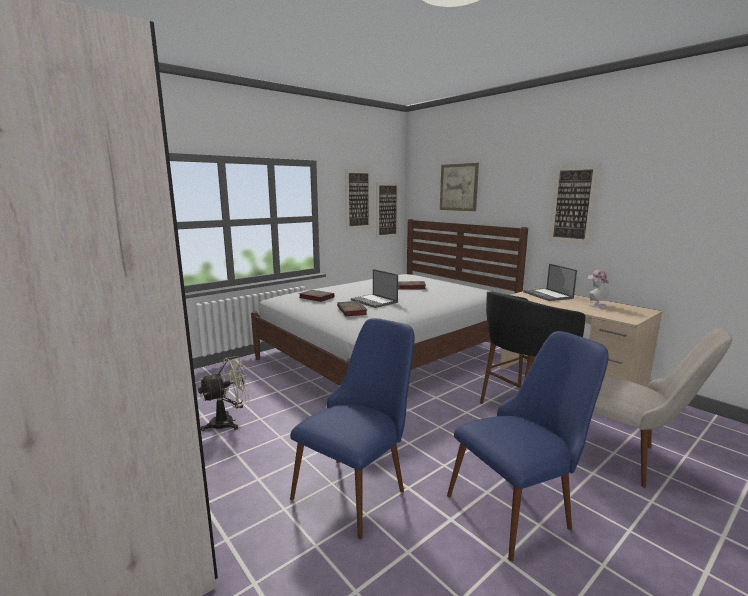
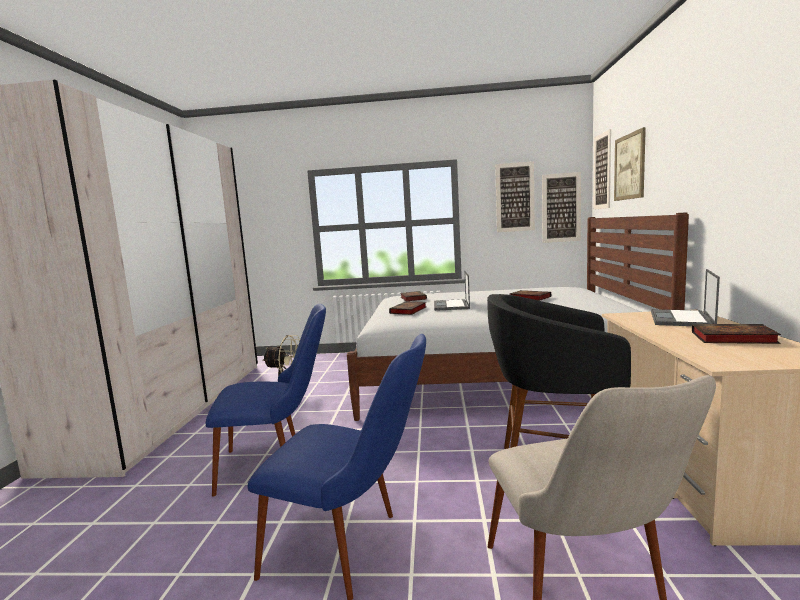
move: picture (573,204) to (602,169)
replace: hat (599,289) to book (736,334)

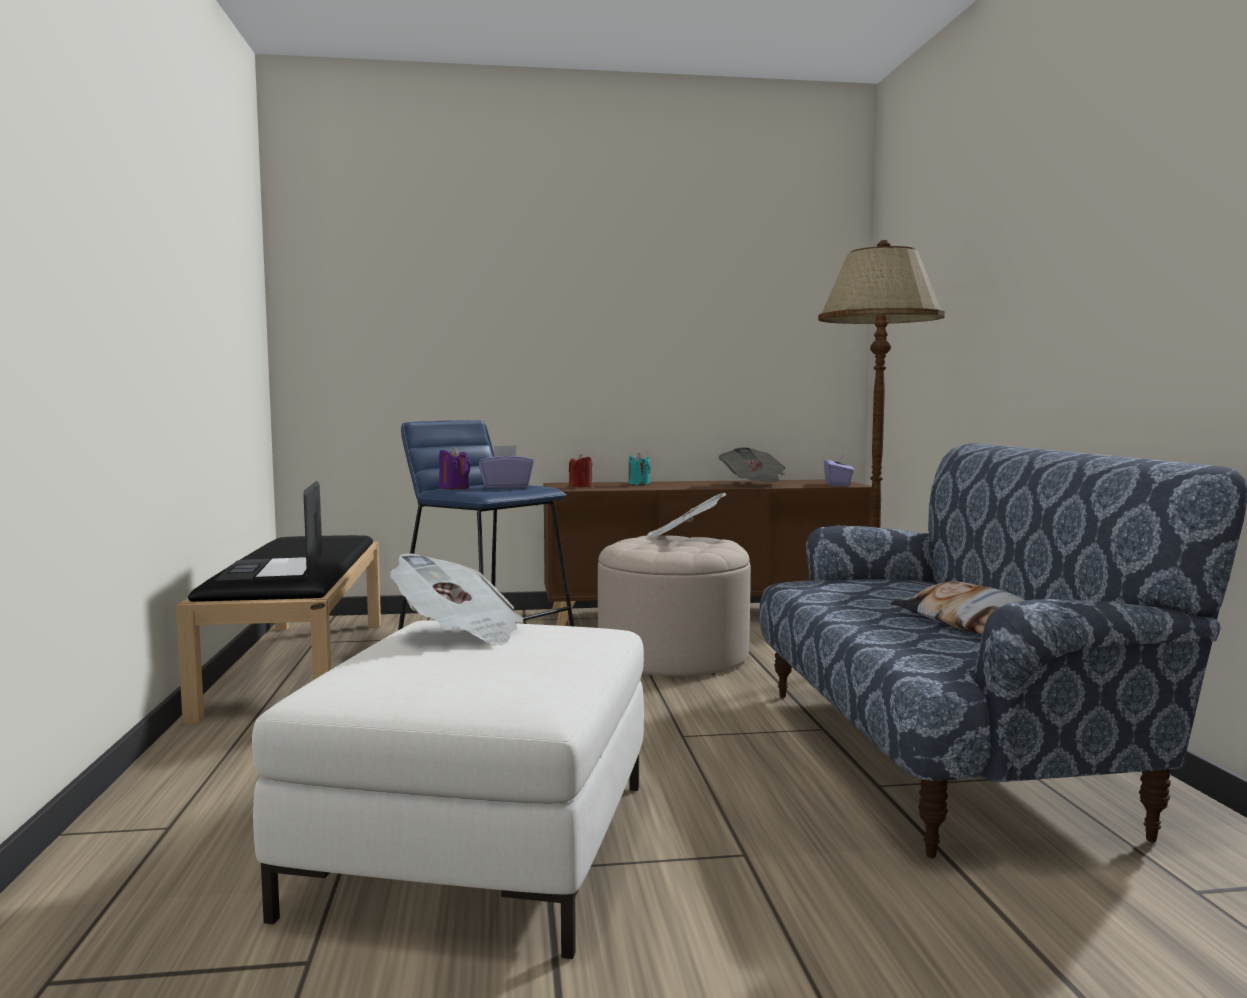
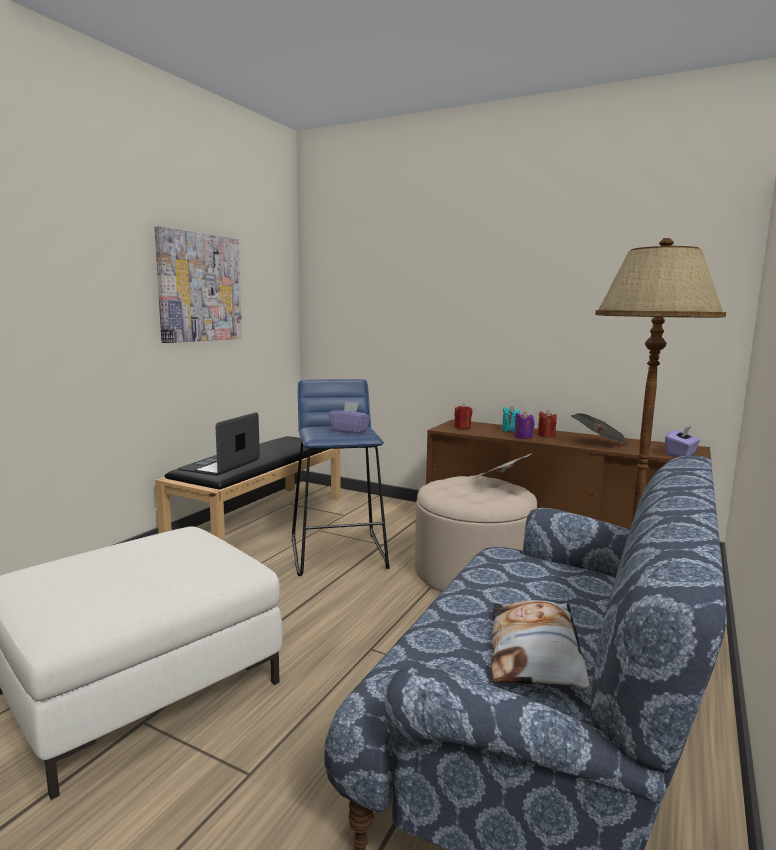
delete: newspaper (457,599)
insert: picture (198,284); red candle (547,424)
move: purple candle (455,468) to (524,425)

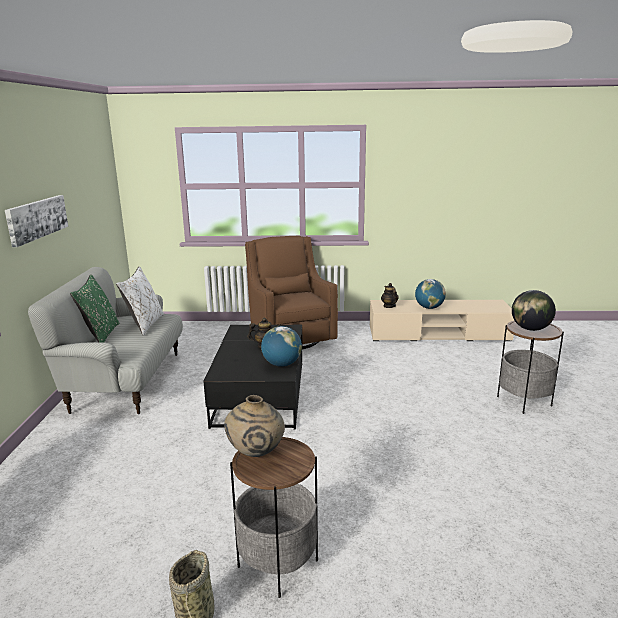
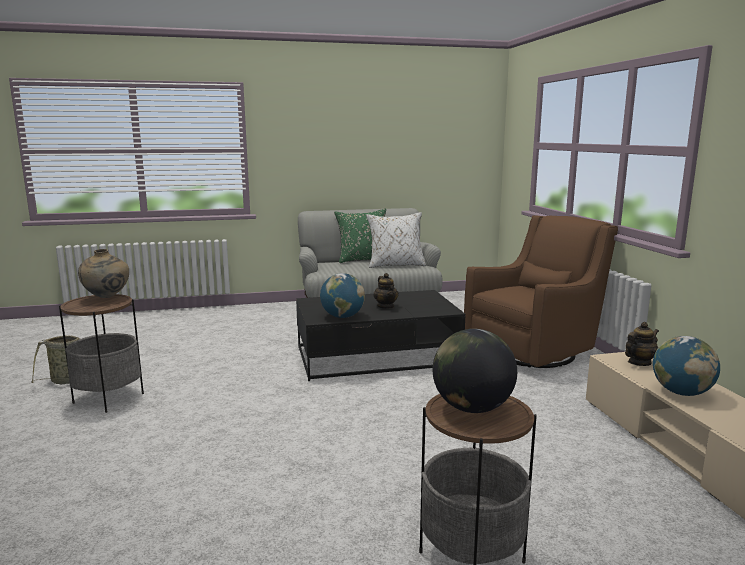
delete: picture (36,221)

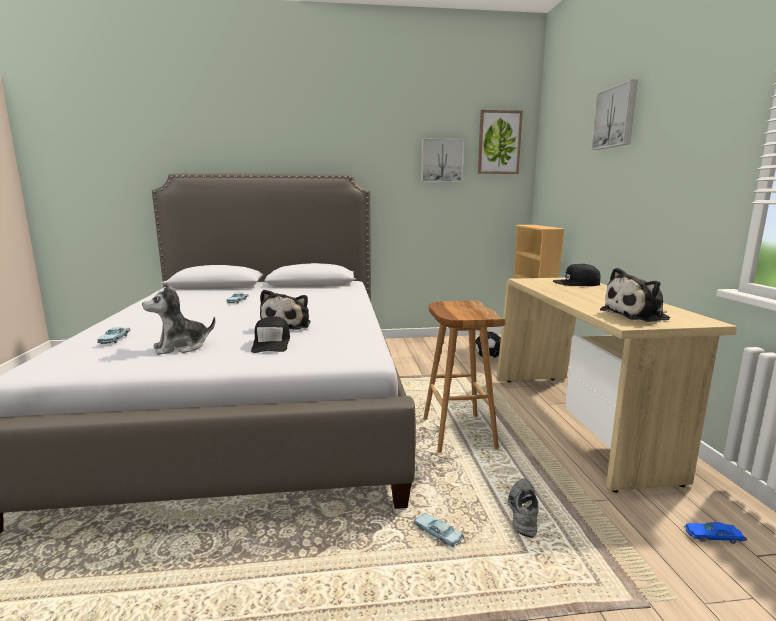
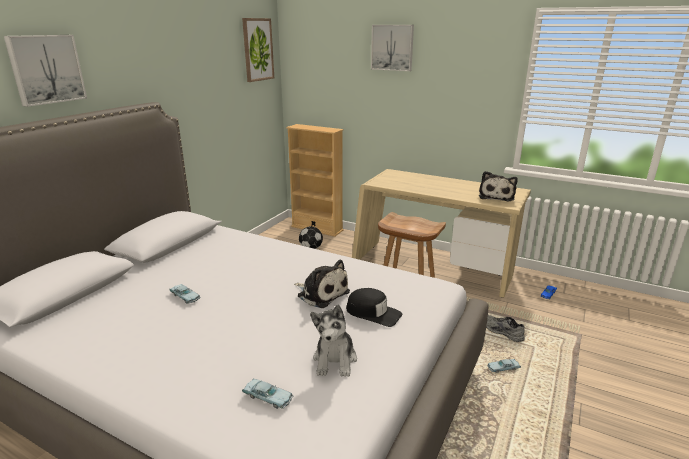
delete: black cap (577,275)
move: picture (442,160) to (45,71)

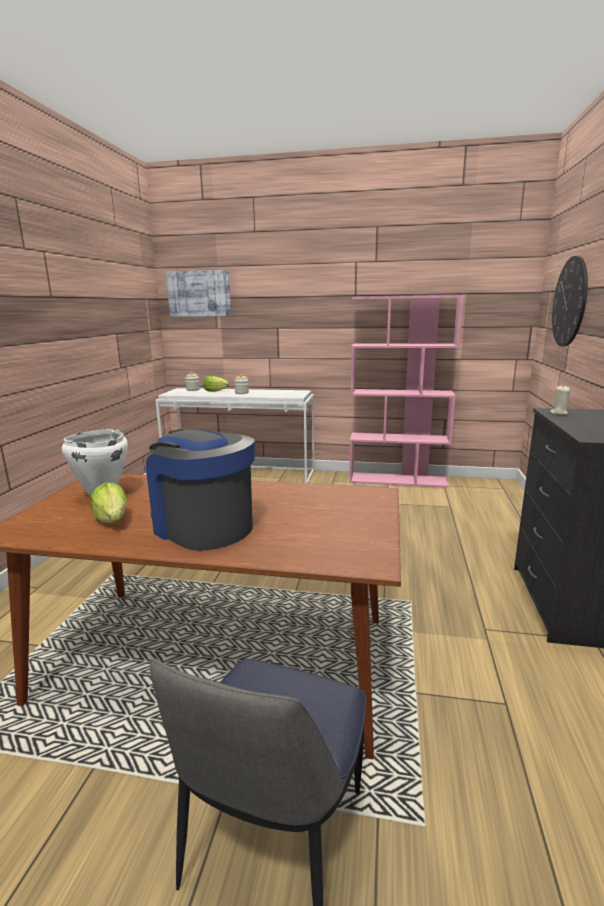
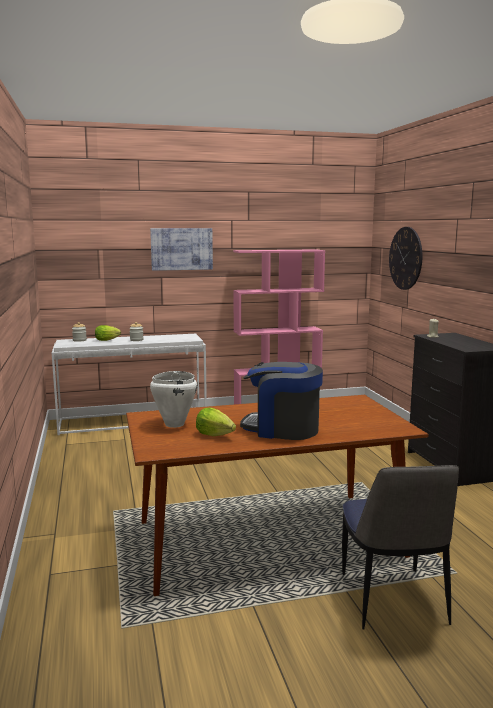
move: picture (198,293) to (181,249)

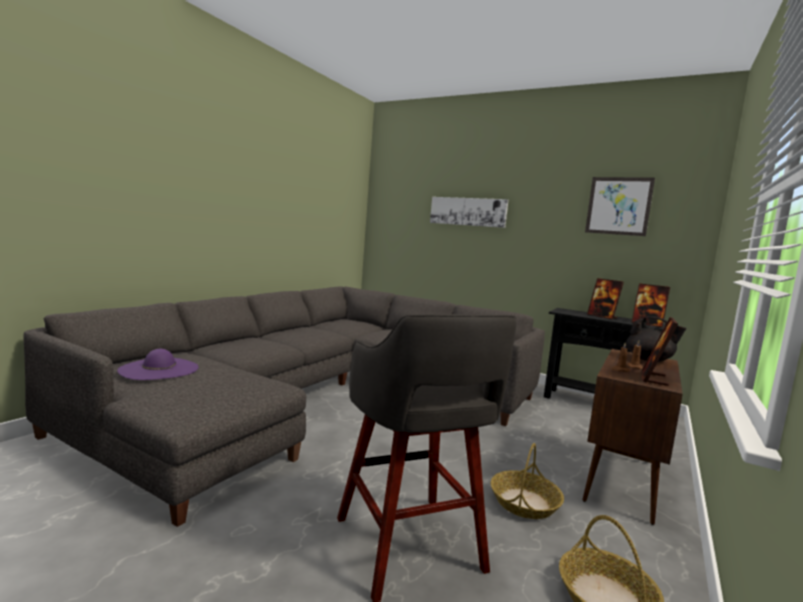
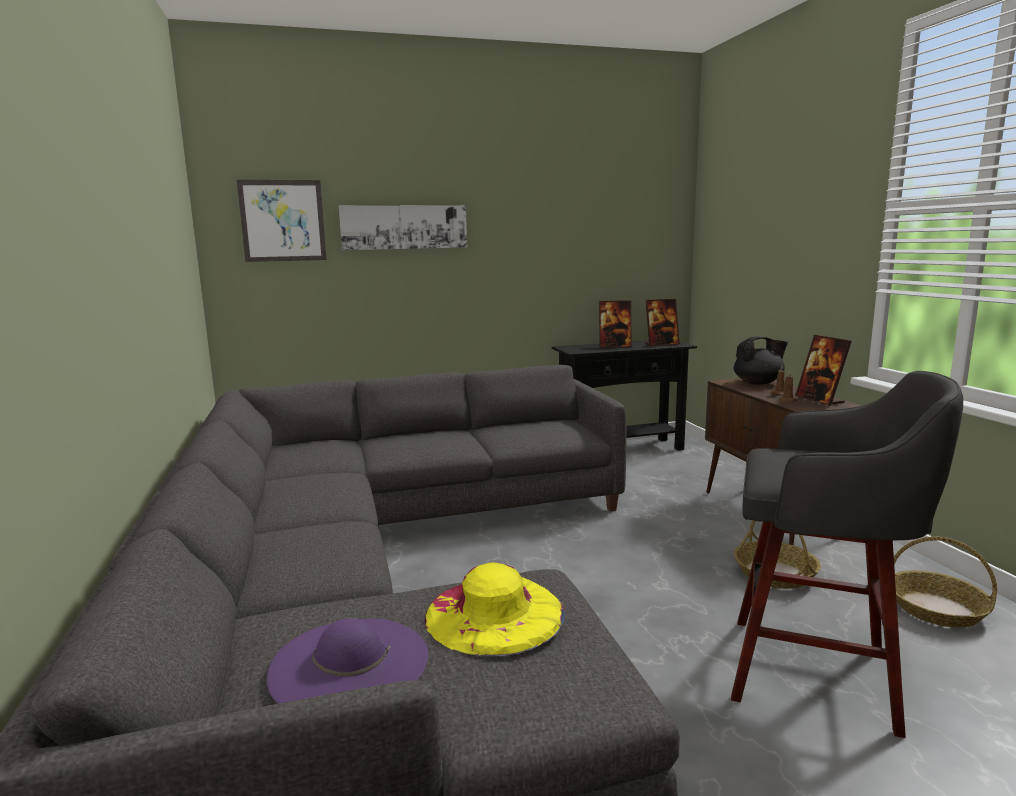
insert: yellow hat (494,609)
move: picture (620,206) to (282,221)

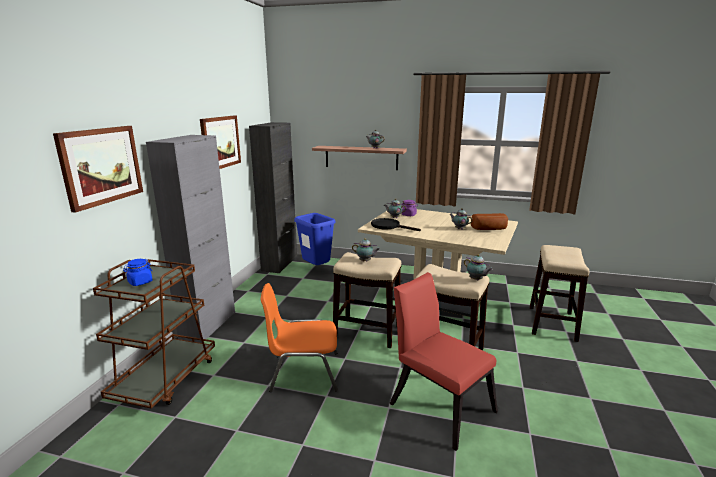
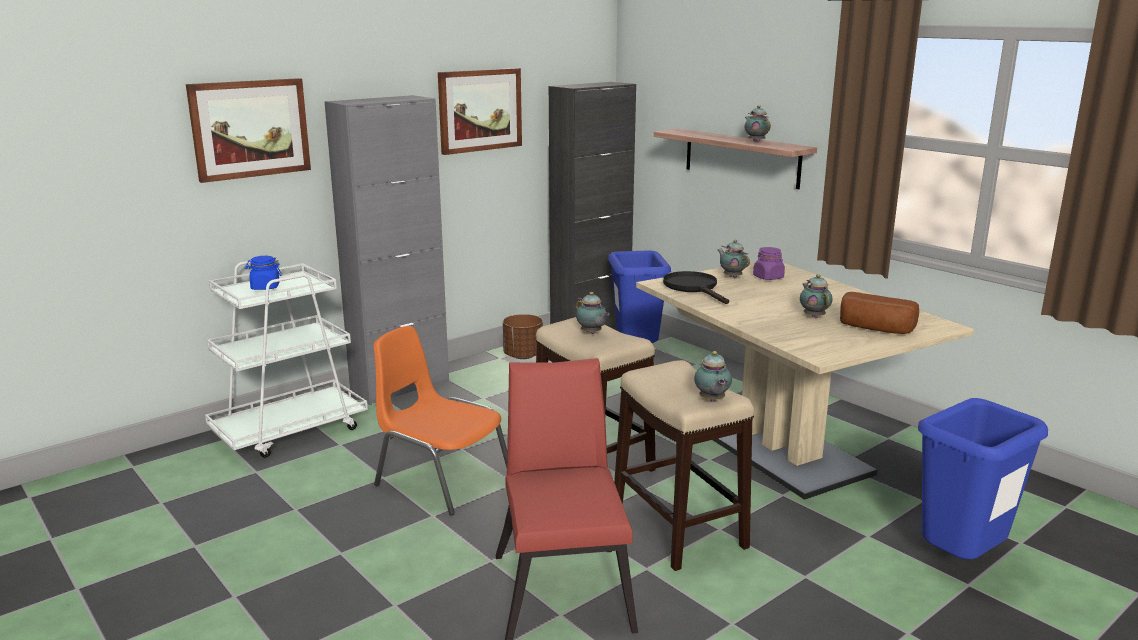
insert: brown planter (523,336)
replace: stool (560,293) to blue trash can (983,478)
recolor: brown cart (154,334) to white cart (286,358)

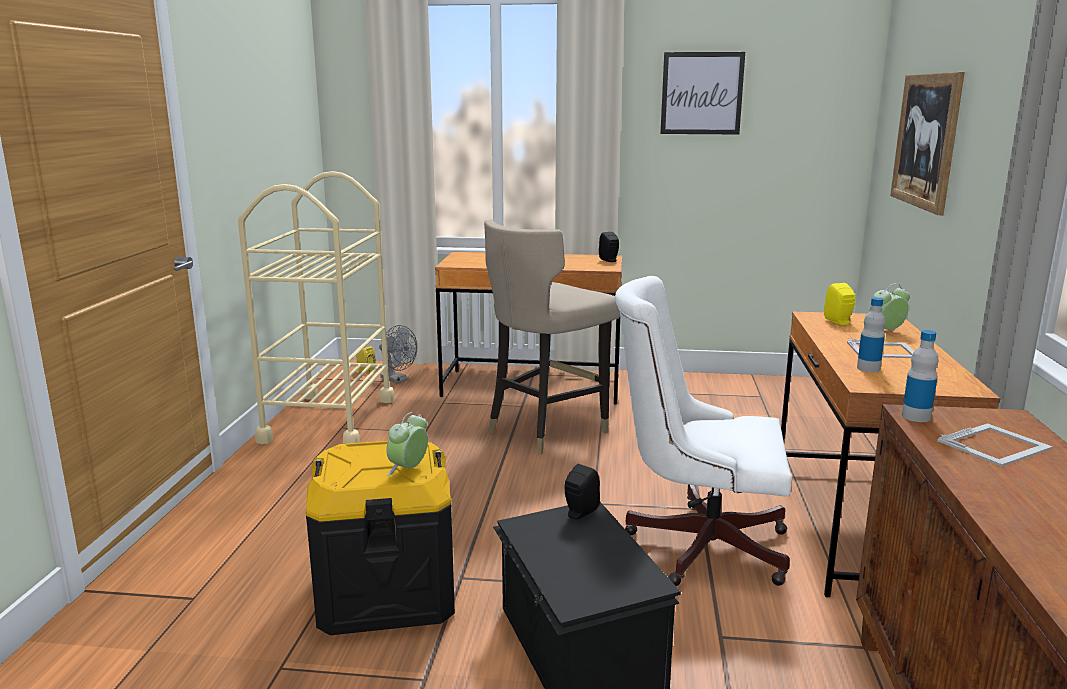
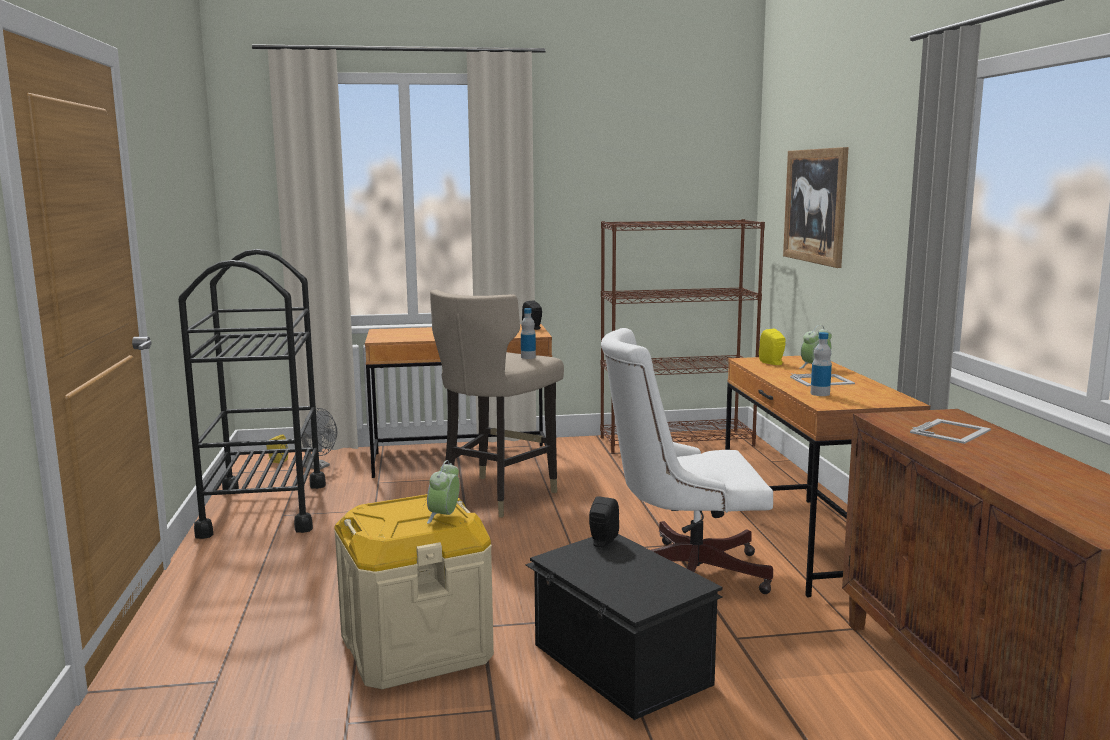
delete: picture (702,93)
insert: brown bookcase (682,336)
move: bottle (920,376) to (528,333)
recolor: beige cart (316,307) to black cart (252,394); black storage box (380,538) to beige storage box (414,591)

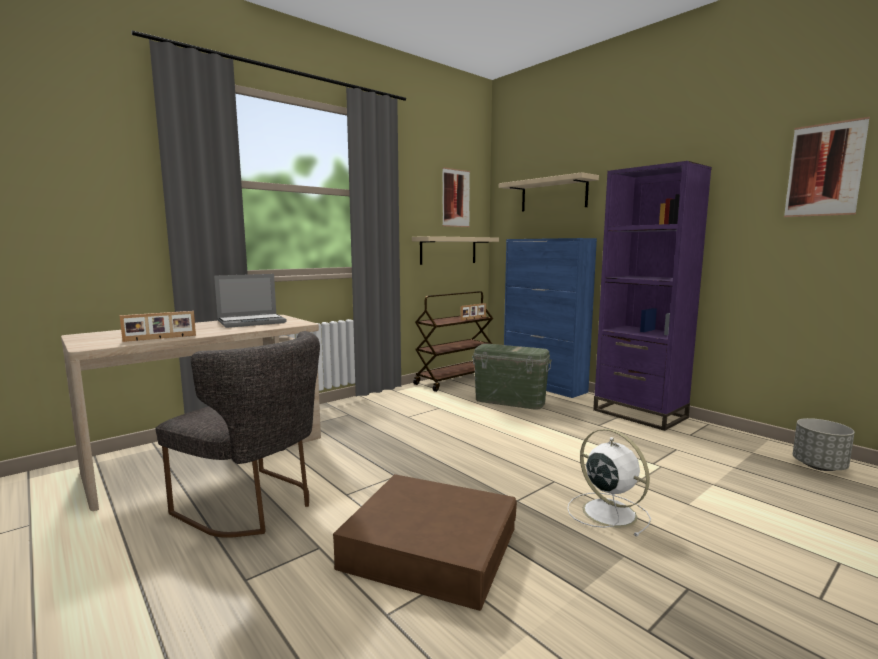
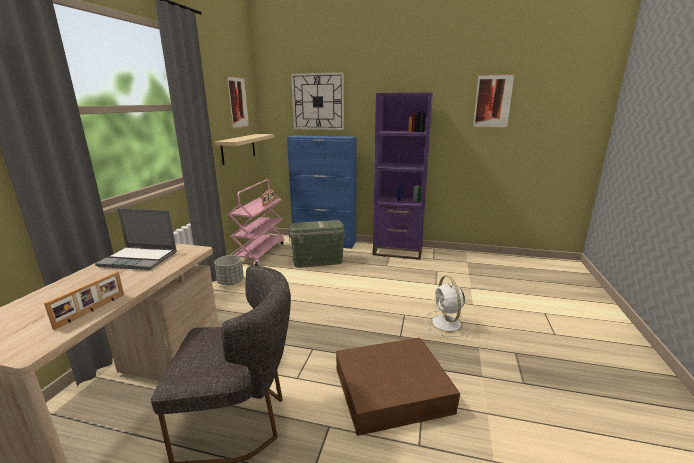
move: grey planter (824,444) to (229,270)
replace: beige shelf (549,192) to wall clock (317,101)
recolor: brown cart (453,341) to pink cart (256,222)
rotate: laptop (250,301) = (136,239) 75 degrees clockwise; white fan (609,482) = (448,306) 120 degrees counterclockwise

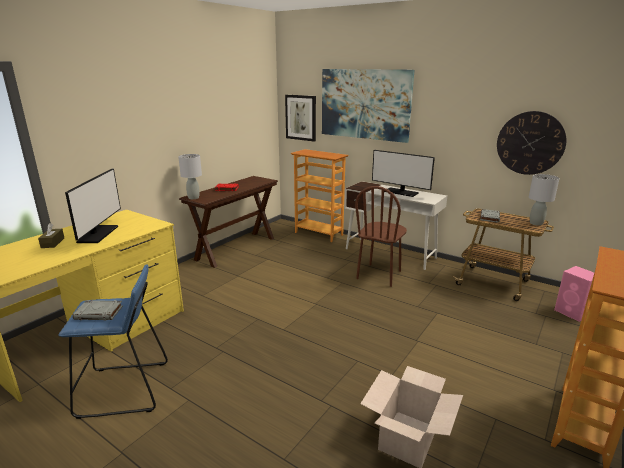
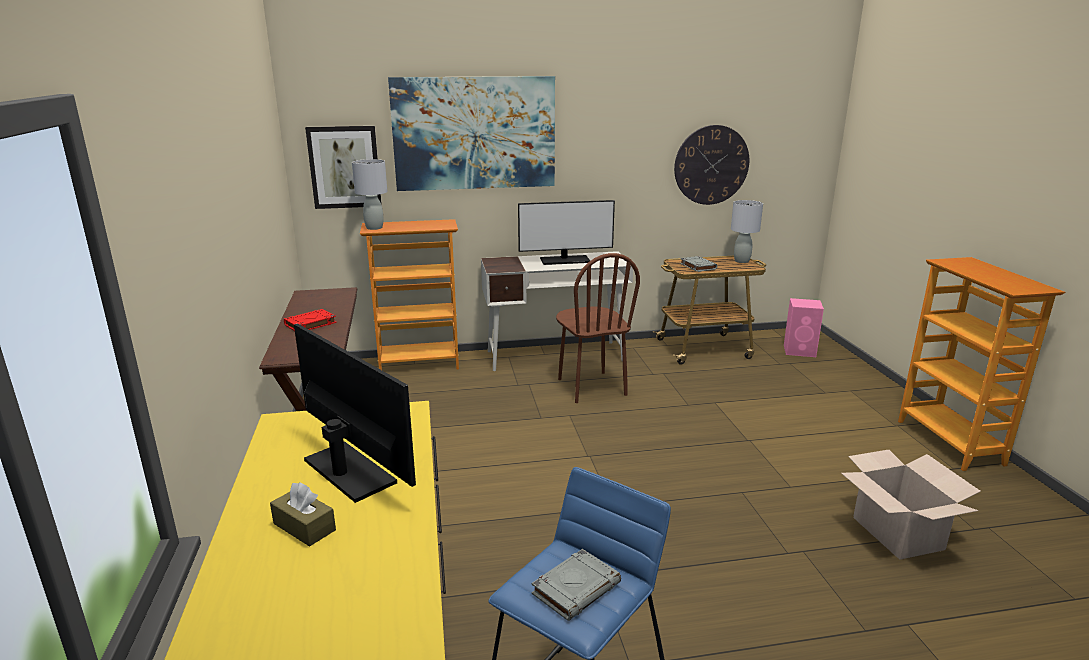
move: grey table lamp (190,176) to (369,194)

